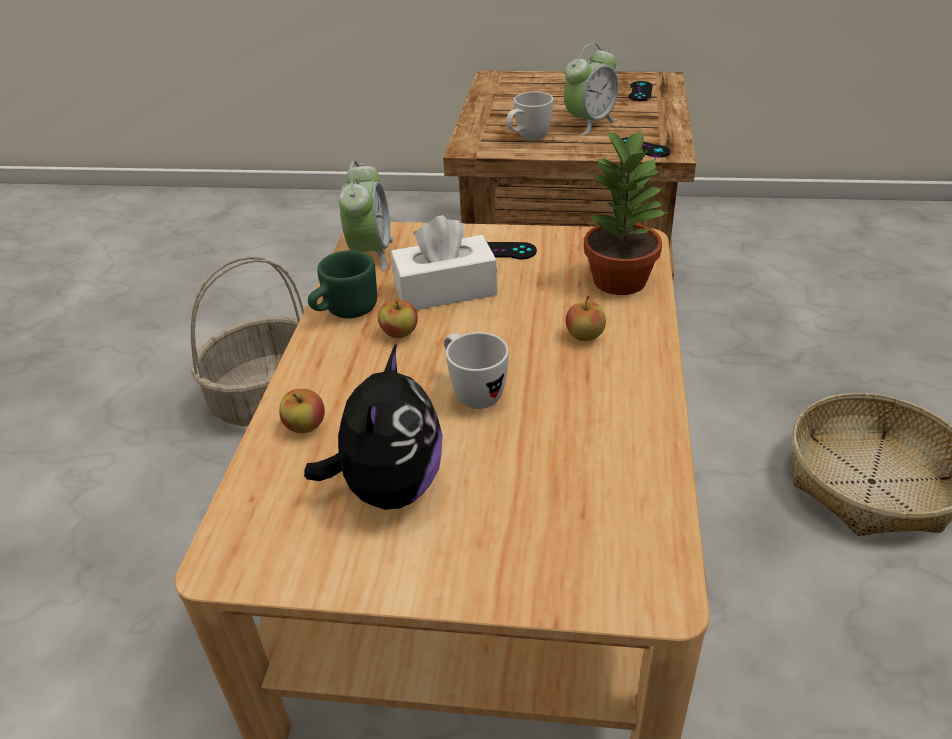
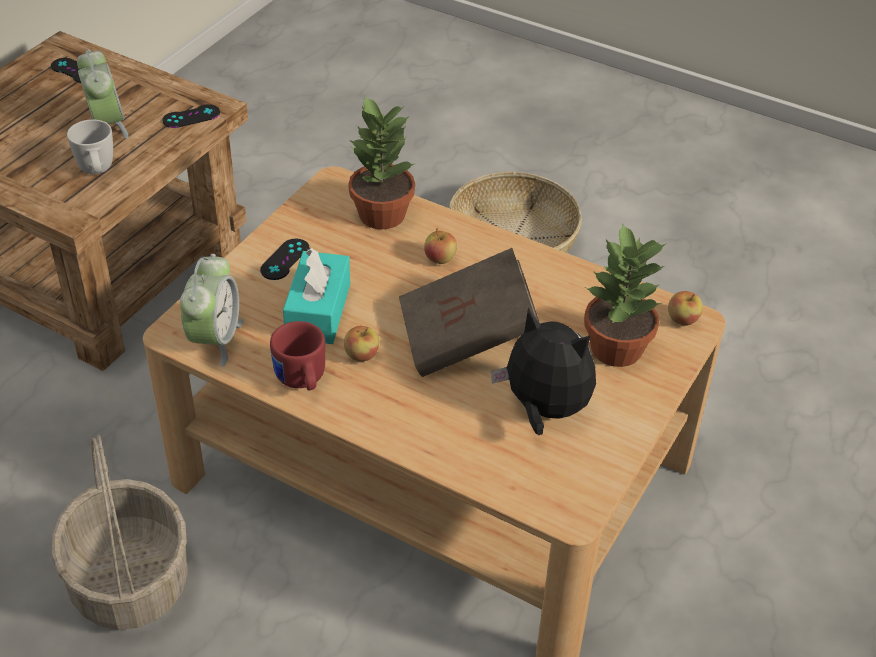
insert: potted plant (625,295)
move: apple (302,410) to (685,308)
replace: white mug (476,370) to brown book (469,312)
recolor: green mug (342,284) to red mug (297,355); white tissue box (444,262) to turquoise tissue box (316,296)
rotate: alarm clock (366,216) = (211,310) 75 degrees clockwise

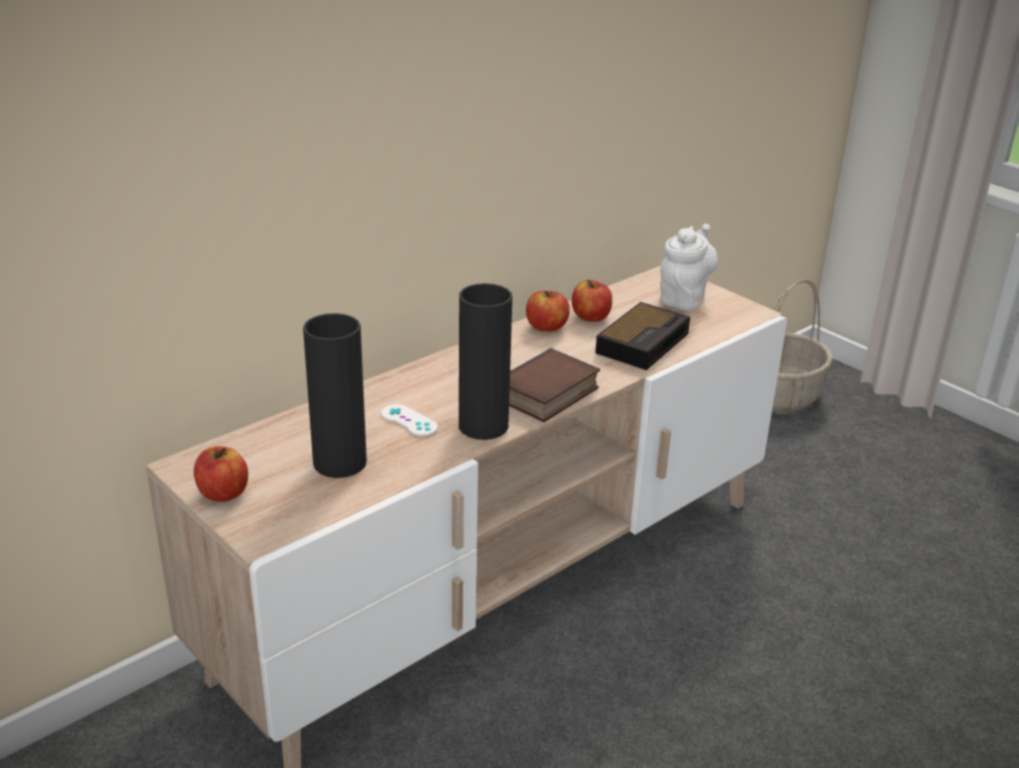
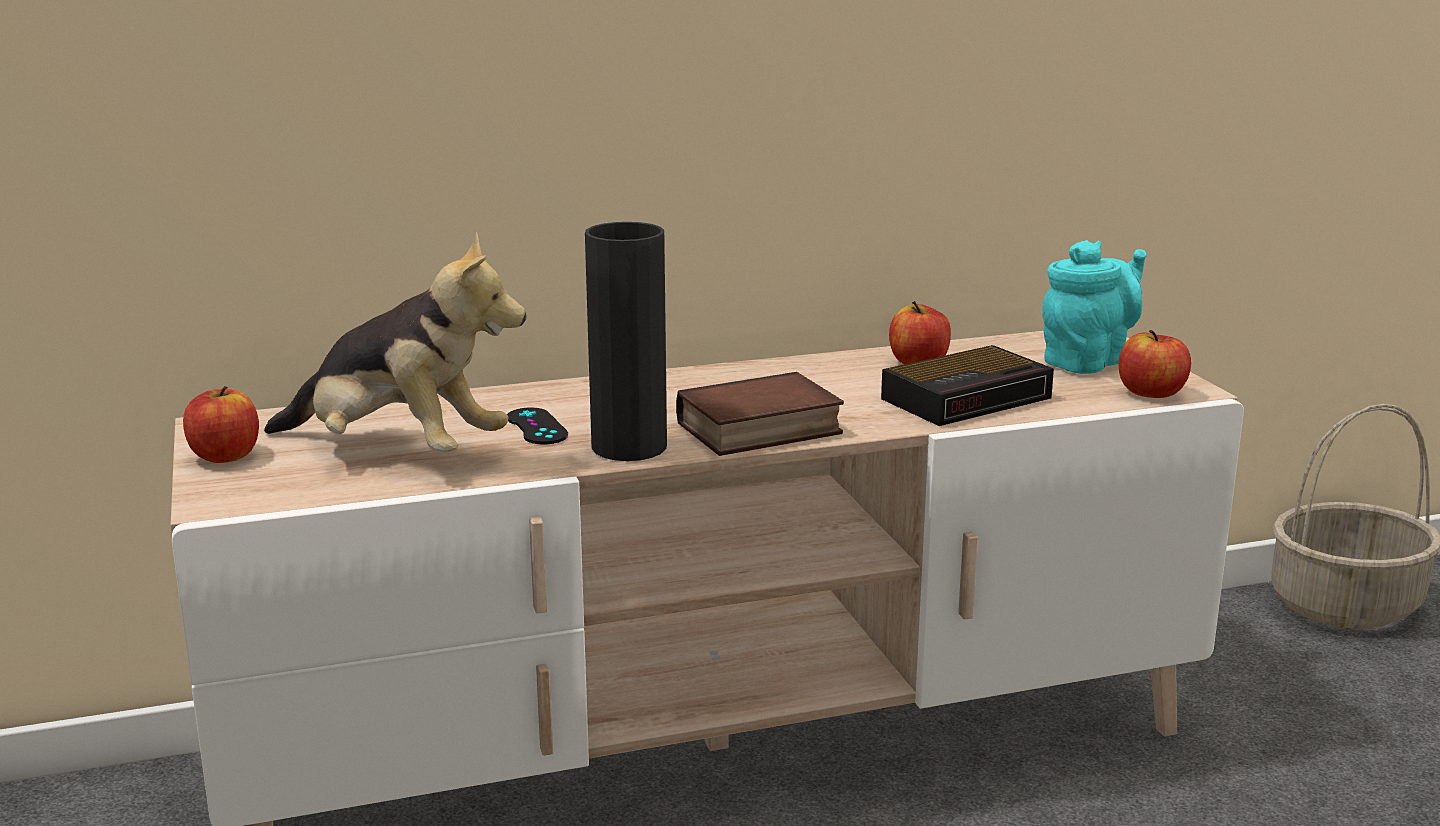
move: apple (548,311) to (1155,364)
replace: black vase (335,395) to plush toy (395,342)
recolor: white game controller (409,420) to black game controller (537,426); white teapot (689,267) to turquoise teapot (1094,307)

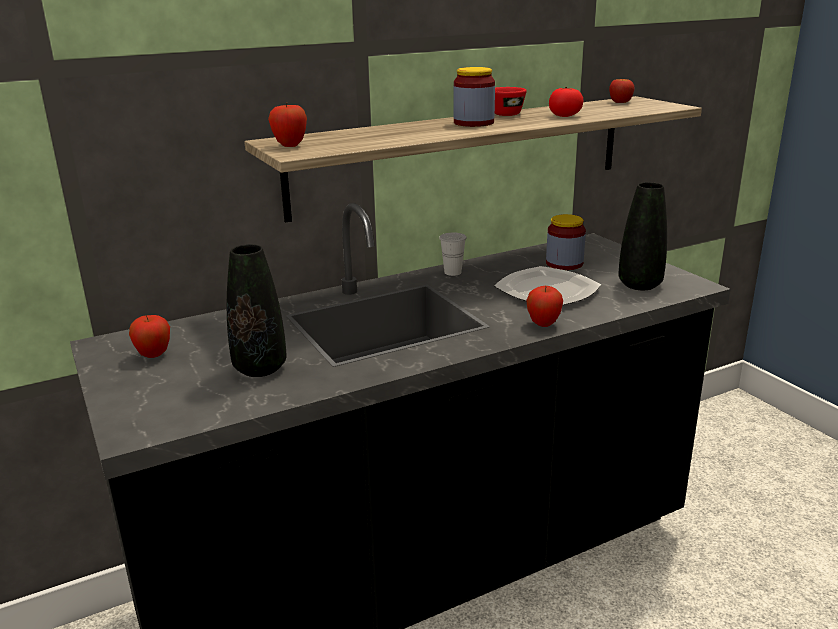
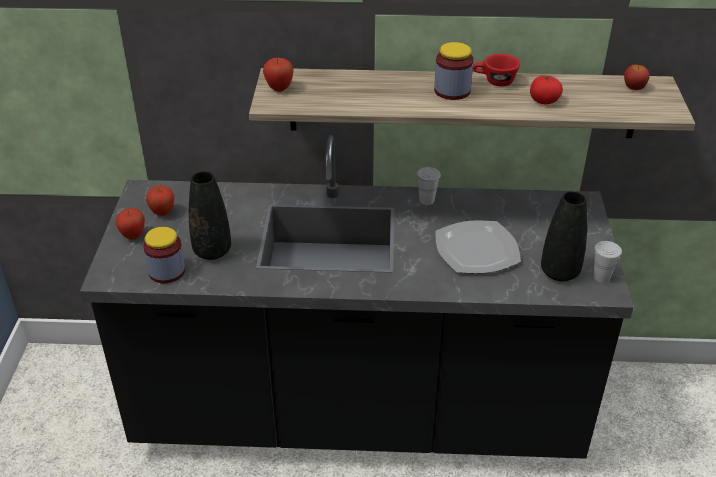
insert: white cup (607,262)
move: apple (544,306) to (130,224); jar (566,242) to (164,255)

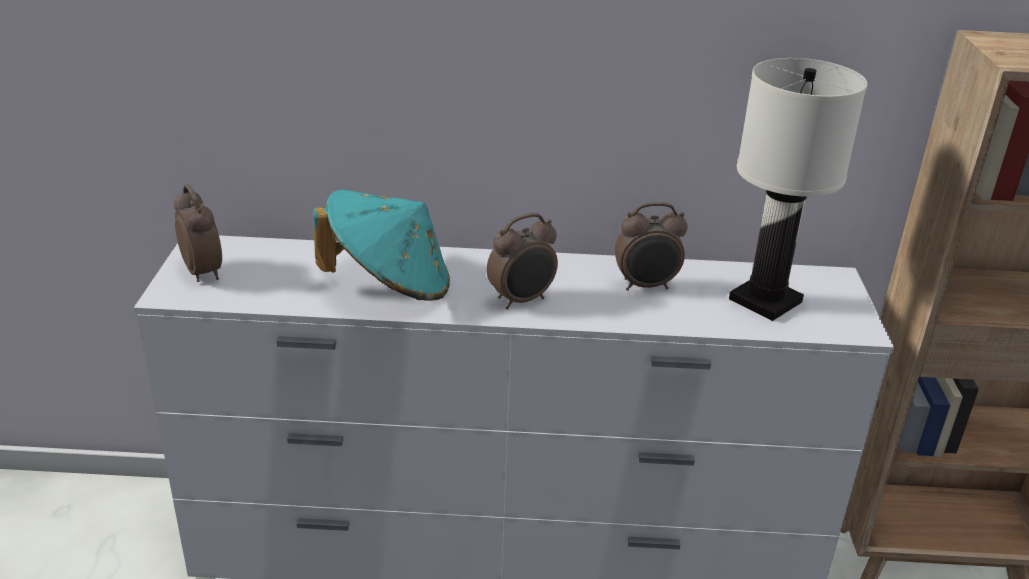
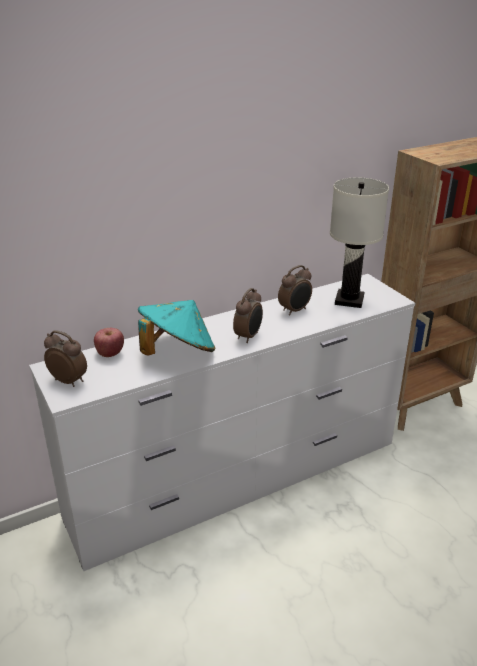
insert: apple (109,342)

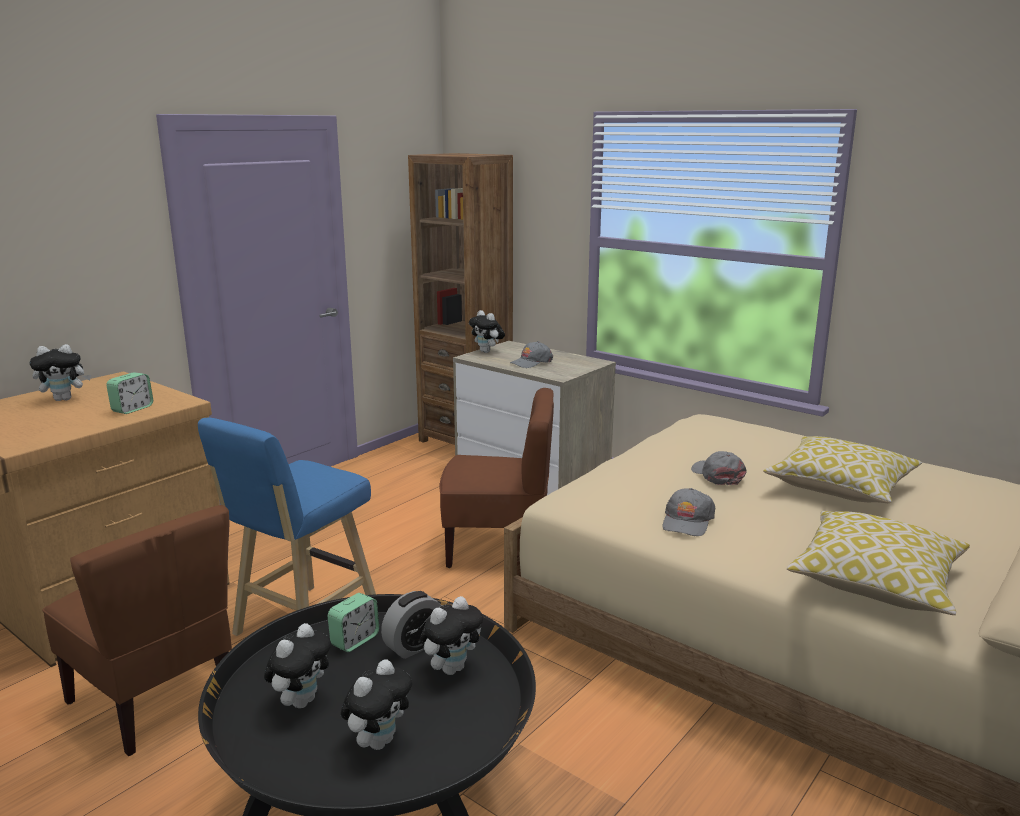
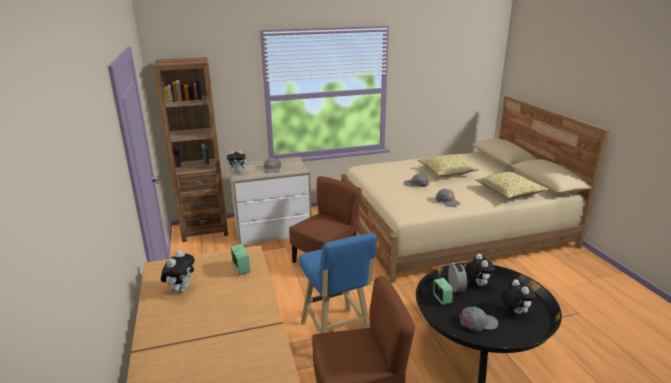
replace: plush toy (297,665) to grey cap (478,319)

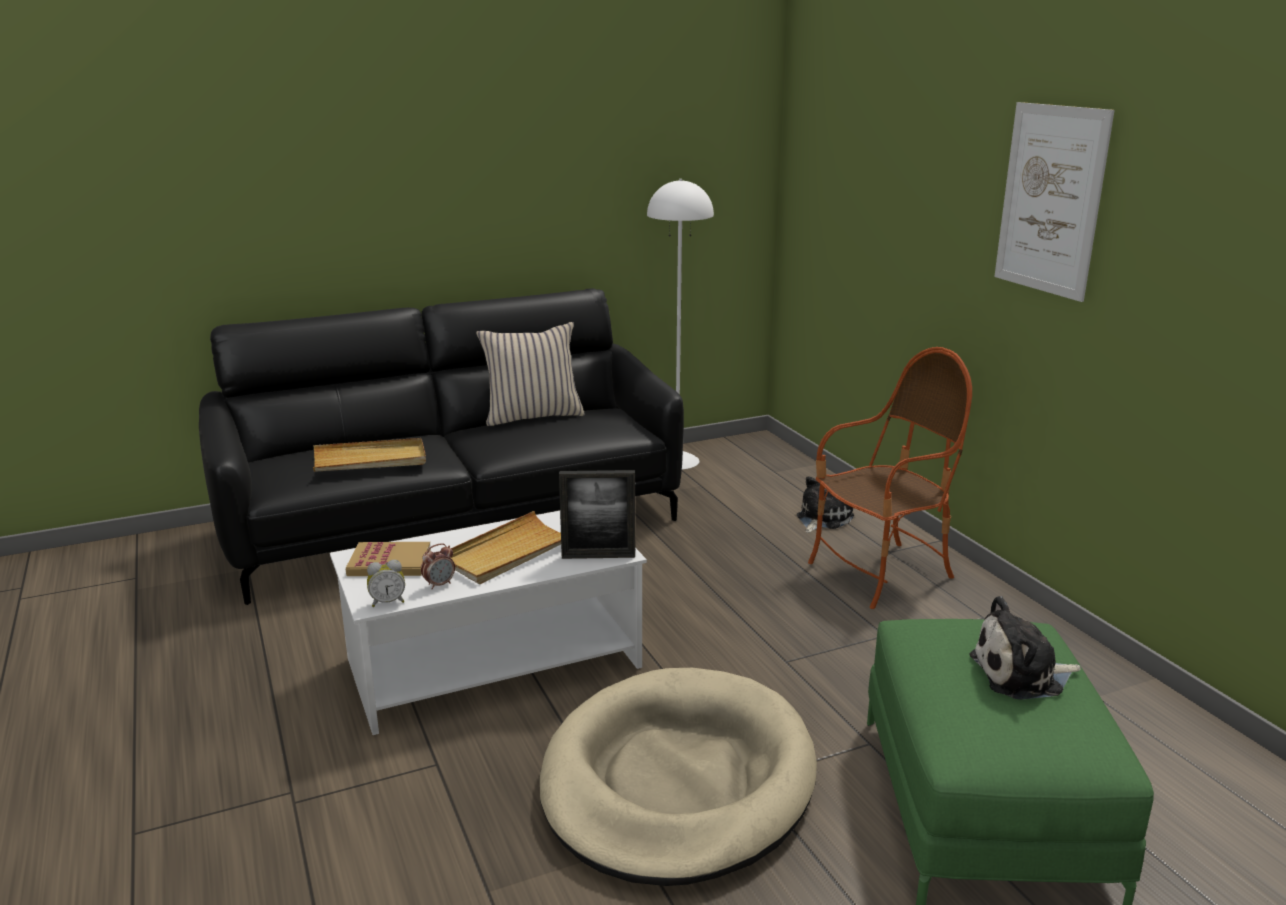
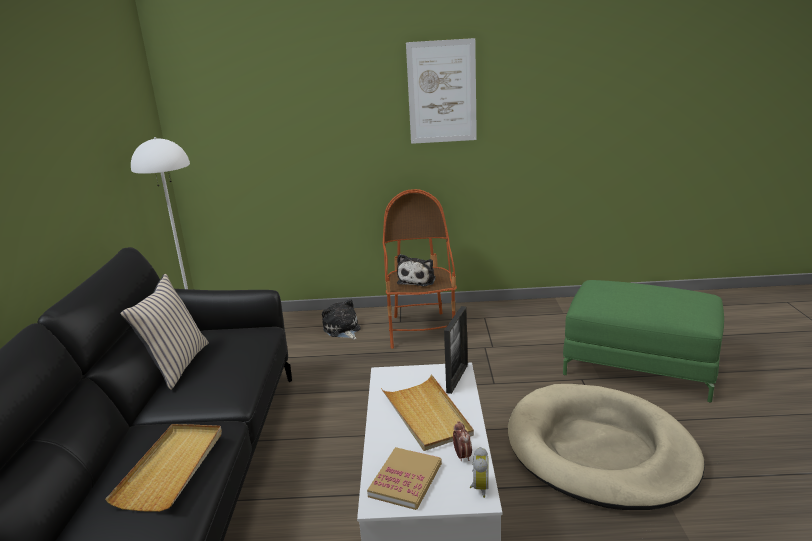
move: plush toy (1025,647) to (416,270)

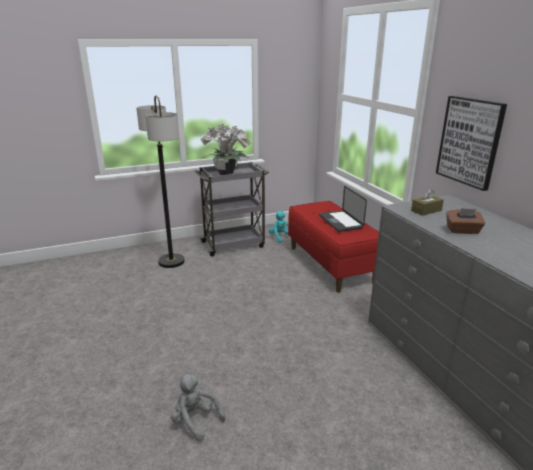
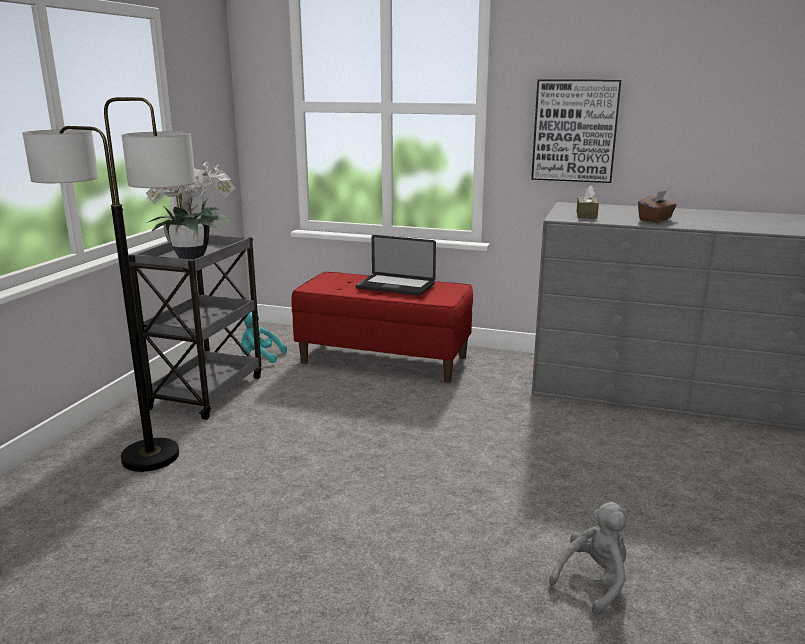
rotate: grey plush toy (198,408) = (588,558) 150 degrees clockwise

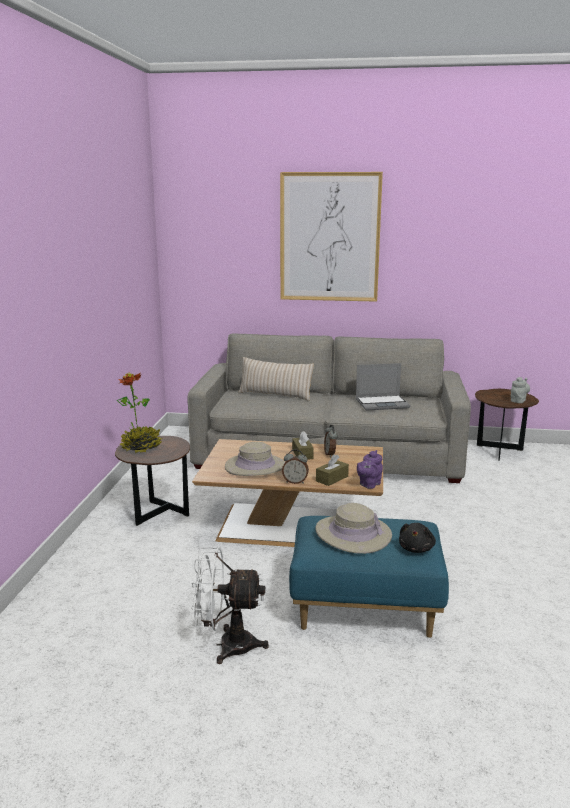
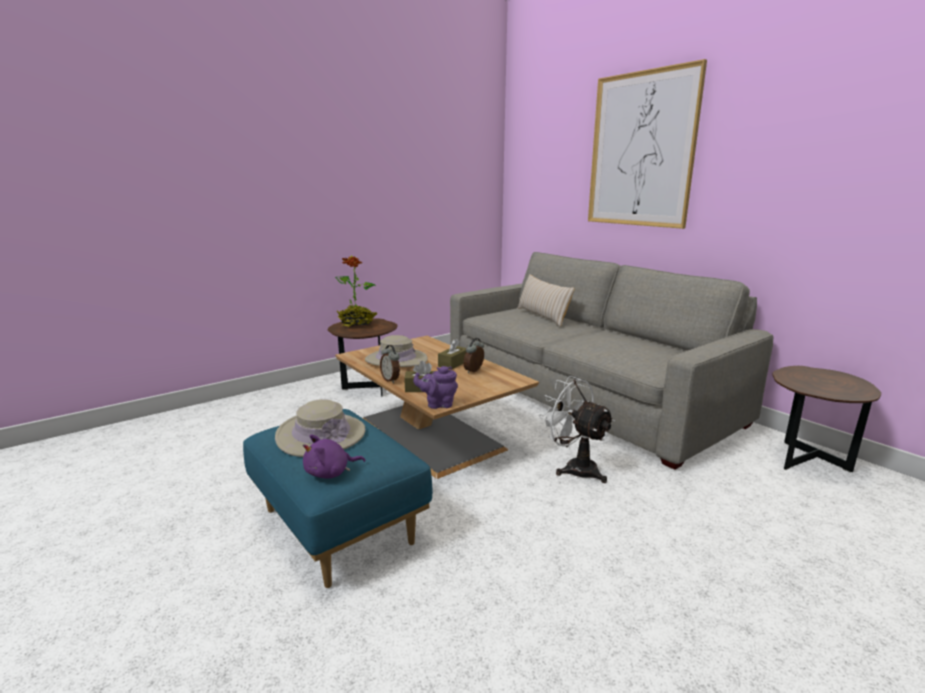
delete: laptop (383,387); grey teapot (520,390)
move: white fan (230,605) to (577,429)
recolor: black plush toy (417,538) to purple plush toy (334,457)

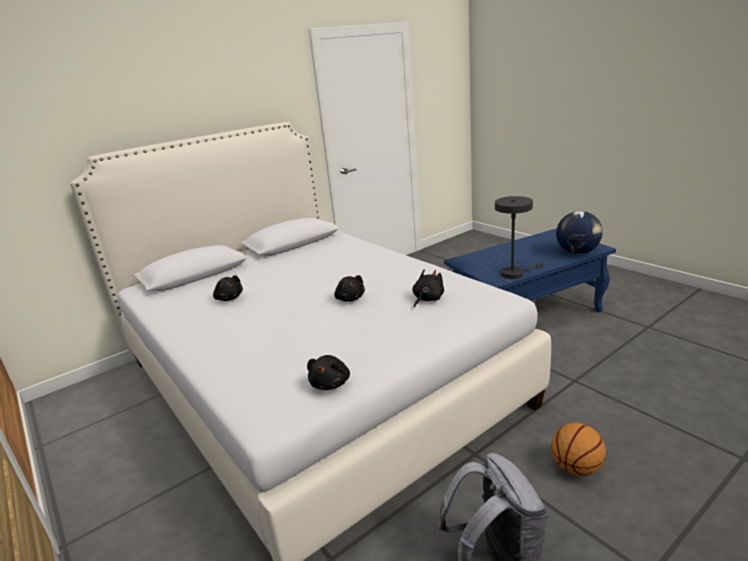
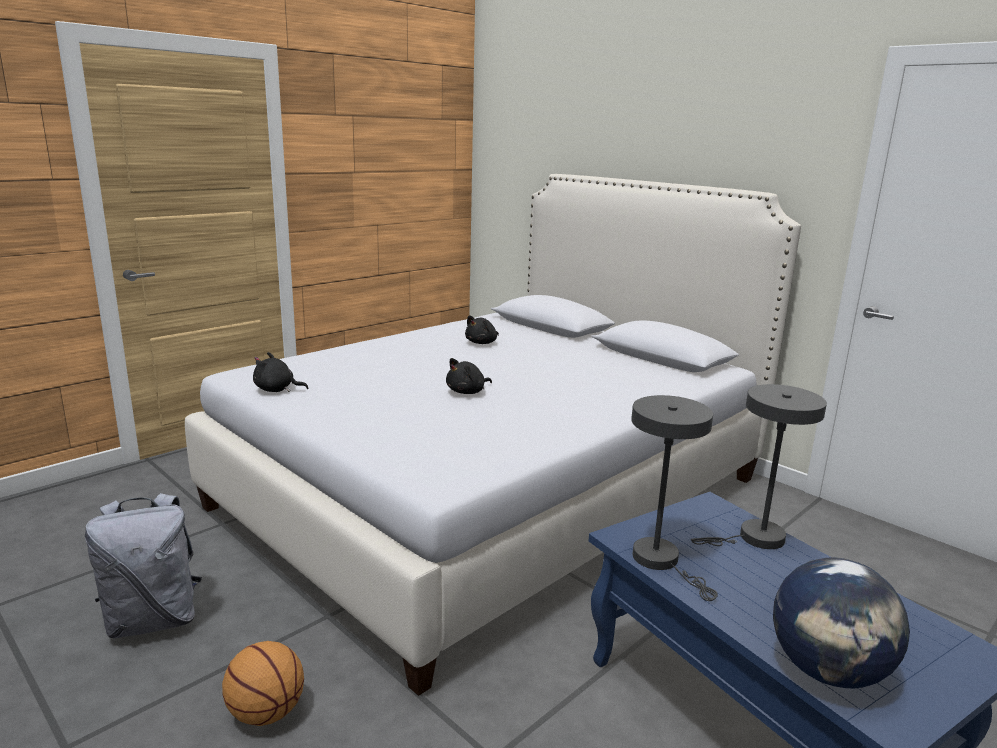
delete: black plush toy (428,289)
insert: grey table lamp (759,466)

